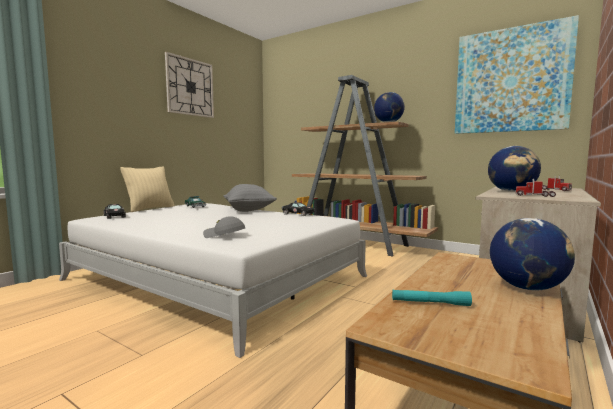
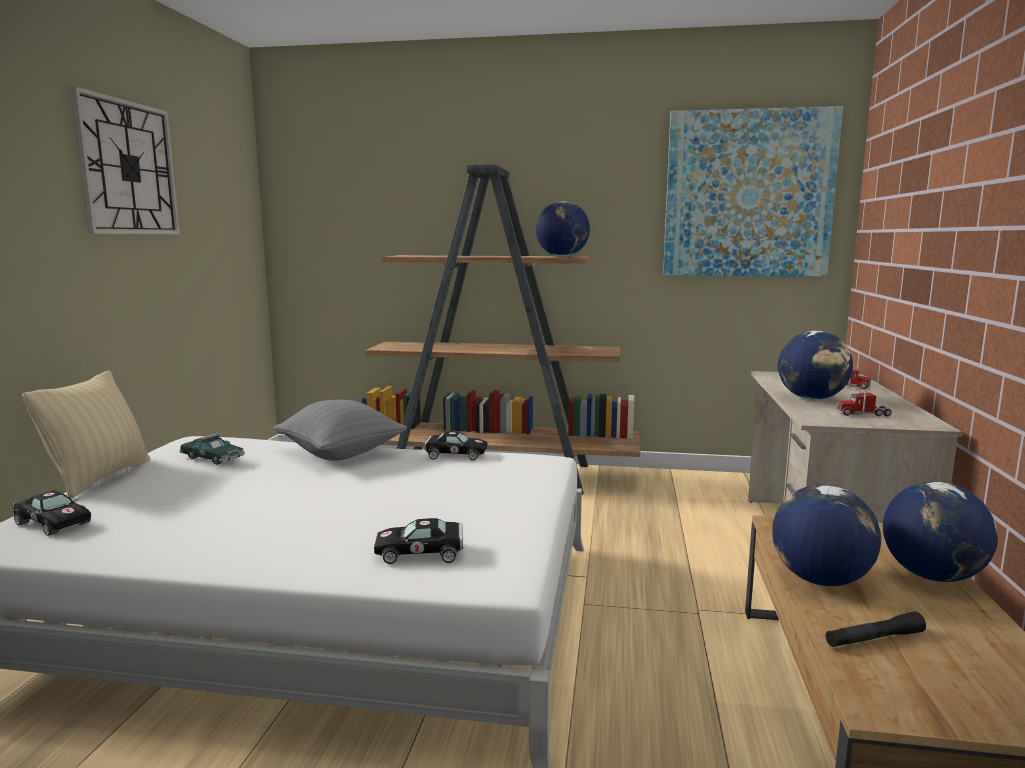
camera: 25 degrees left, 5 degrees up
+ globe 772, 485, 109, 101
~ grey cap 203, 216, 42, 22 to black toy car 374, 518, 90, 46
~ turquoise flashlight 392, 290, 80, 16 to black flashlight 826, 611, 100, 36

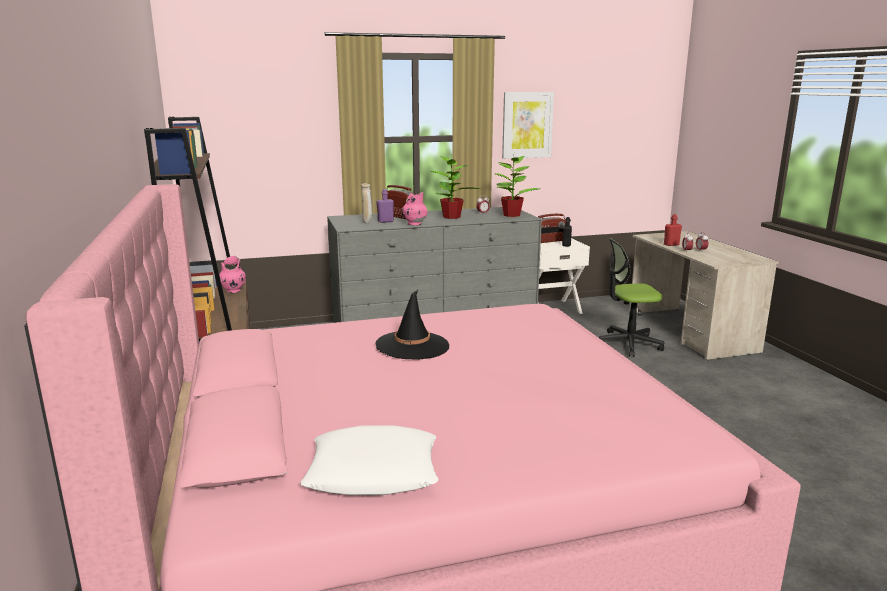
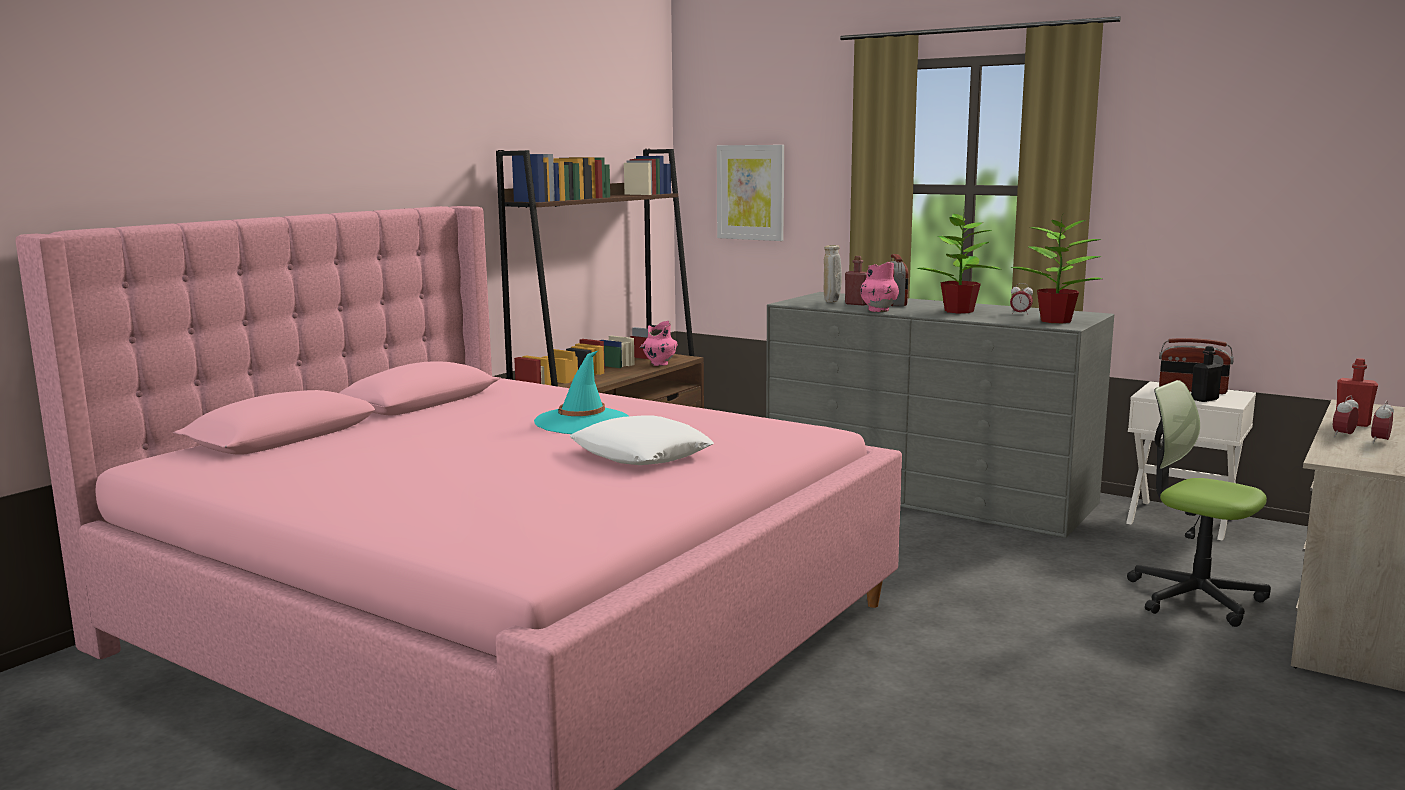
camera: 50 degrees right, 5 degrees down
~ white pillow 300, 425, 139, 70 to 569, 415, 145, 50
~ picture 502, 92, 52, 67 to 717, 145, 67, 96
~ black hat 375, 290, 74, 70 to turquoise hat 534, 351, 94, 83
~ purple bottle 376, 189, 18, 34 to red bottle 845, 256, 22, 49

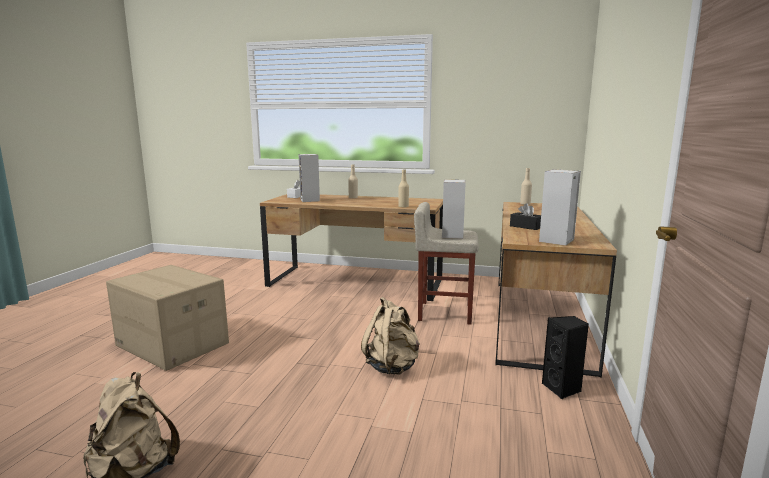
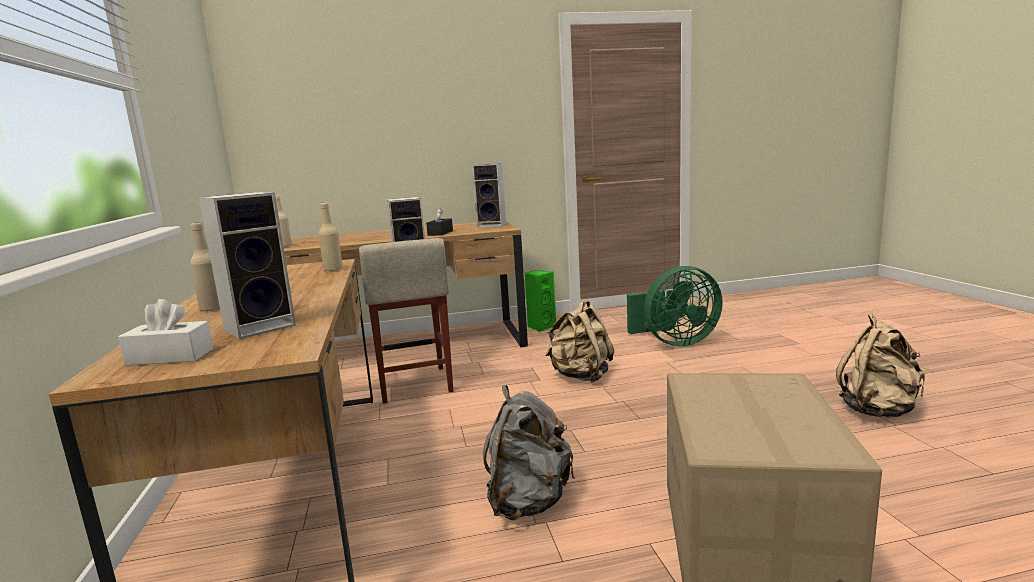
camera: 115 degrees left, 0 degrees up
+ grey backpack 483, 385, 92, 135
+ green fan 627, 266, 96, 80
~ black speaker 542, 316, 47, 83 to green speaker 525, 270, 31, 62

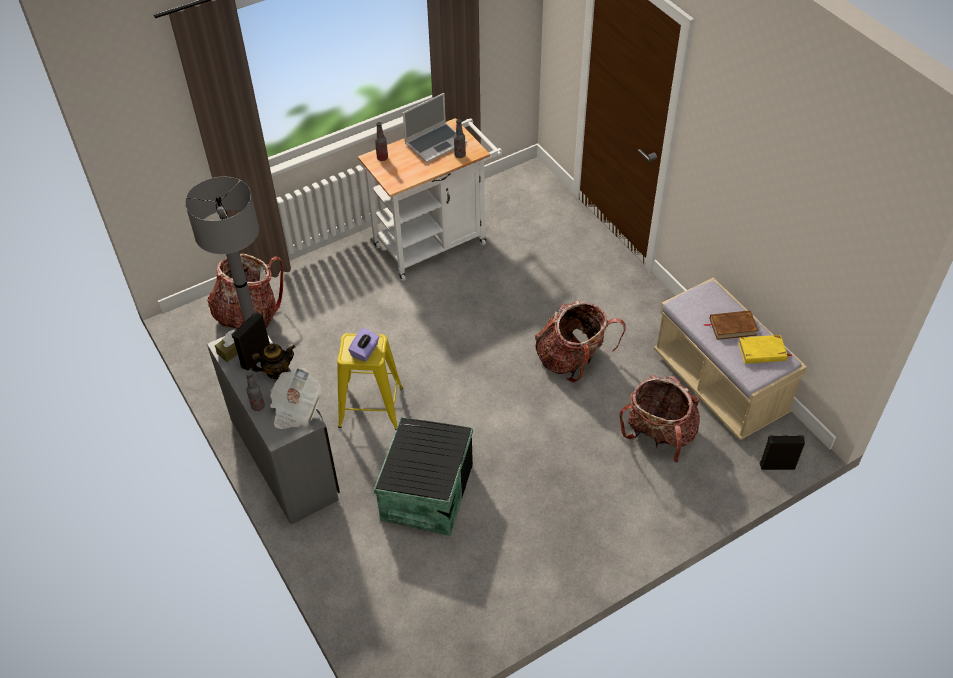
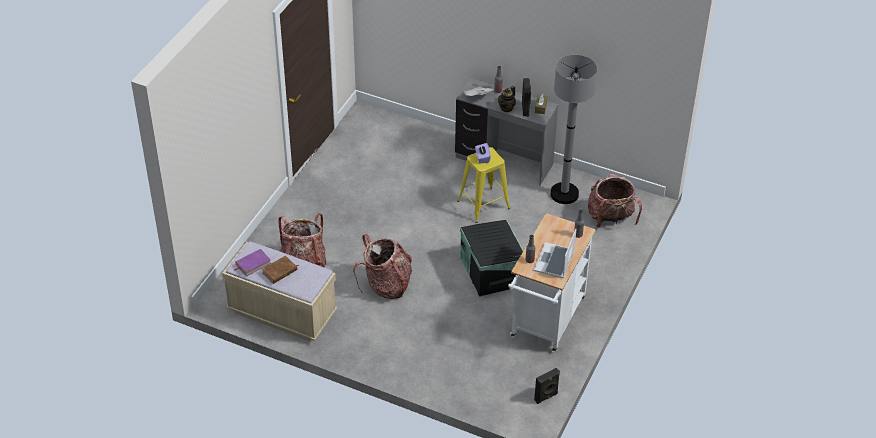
camera: 145 degrees right, 5 degrees down
~ black storage box 374, 417, 99, 119 to 460, 219, 63, 78
~ black speaker 760, 435, 45, 35 to 534, 368, 26, 36
~ yellow book 738, 335, 54, 29 to purple book 234, 249, 37, 28

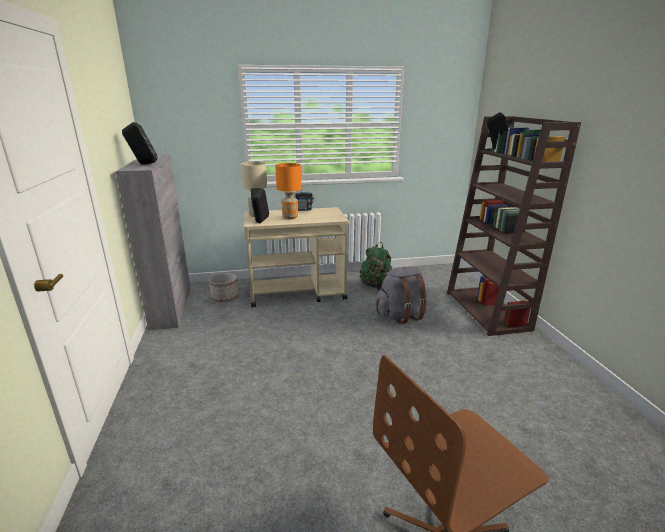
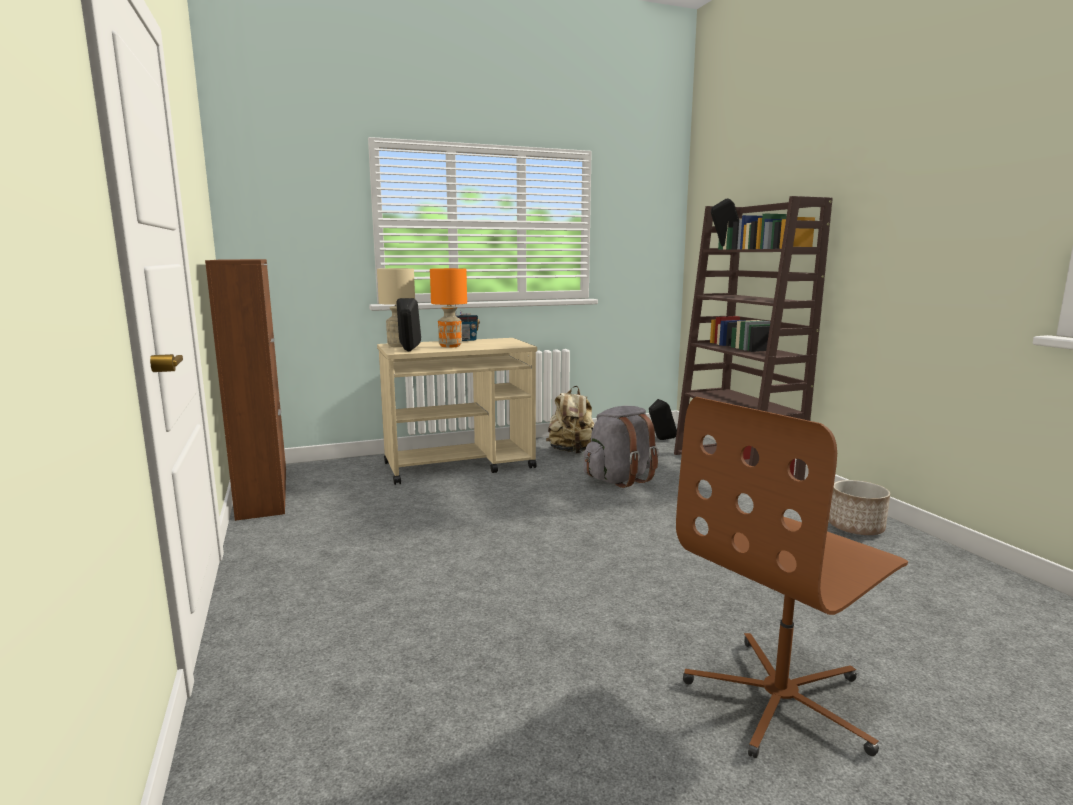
camera: 10 degrees left, 10 degrees down
~ black speaker 122, 122, 36, 42 to 649, 399, 28, 41
~ planter 209, 273, 30, 29 to 829, 480, 61, 55
~ grey cabinet 116, 155, 75, 176 to brown cabinet 205, 259, 81, 262
~ green backpack 360, 242, 32, 47 to beige backpack 546, 386, 49, 68

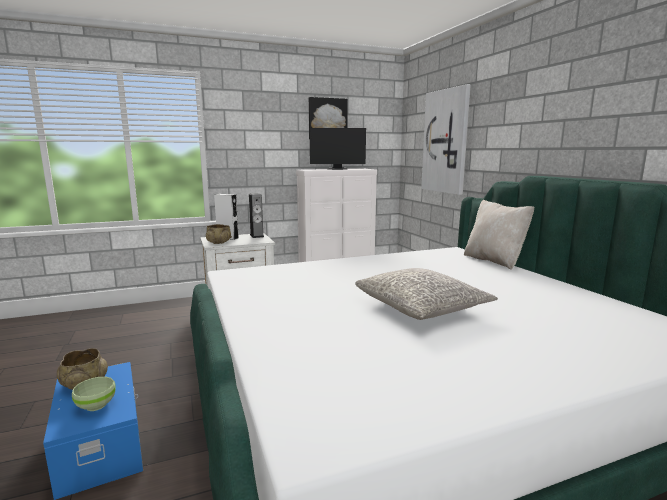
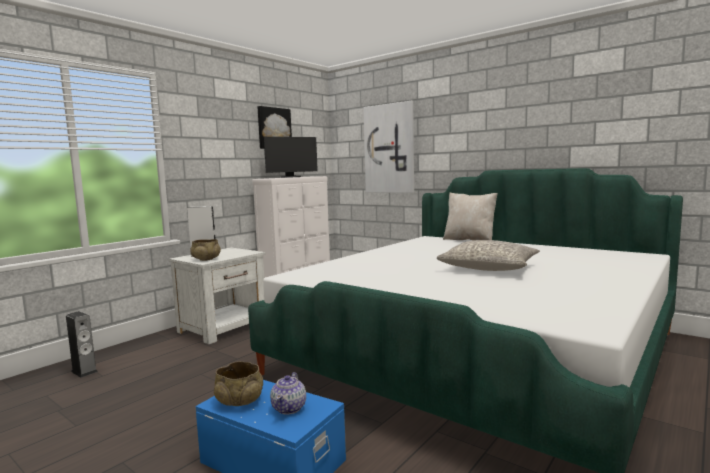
camera: 30 degrees left, 5 degrees down
~ speaker 249, 193, 15, 45 to 66, 311, 32, 67
~ green bowl 72, 377, 44, 34 to teapot 270, 372, 36, 42

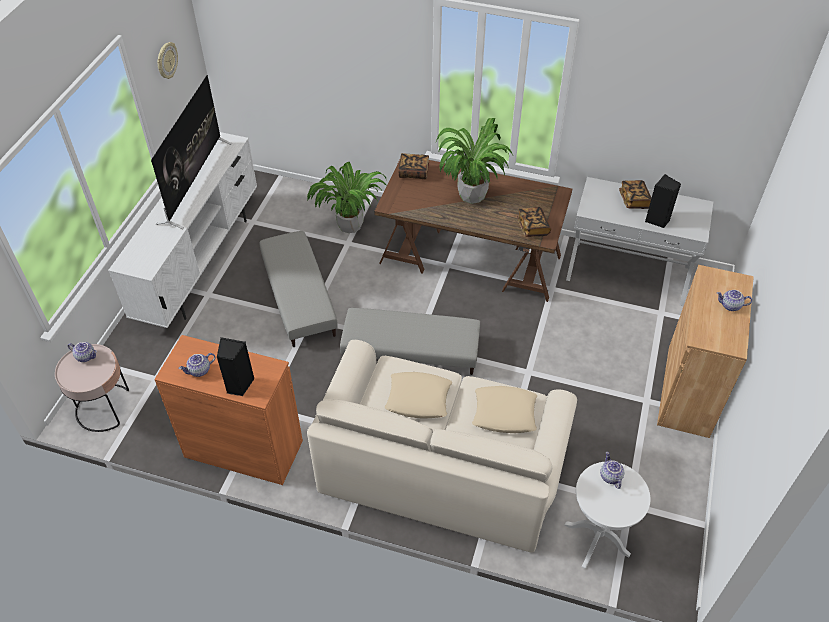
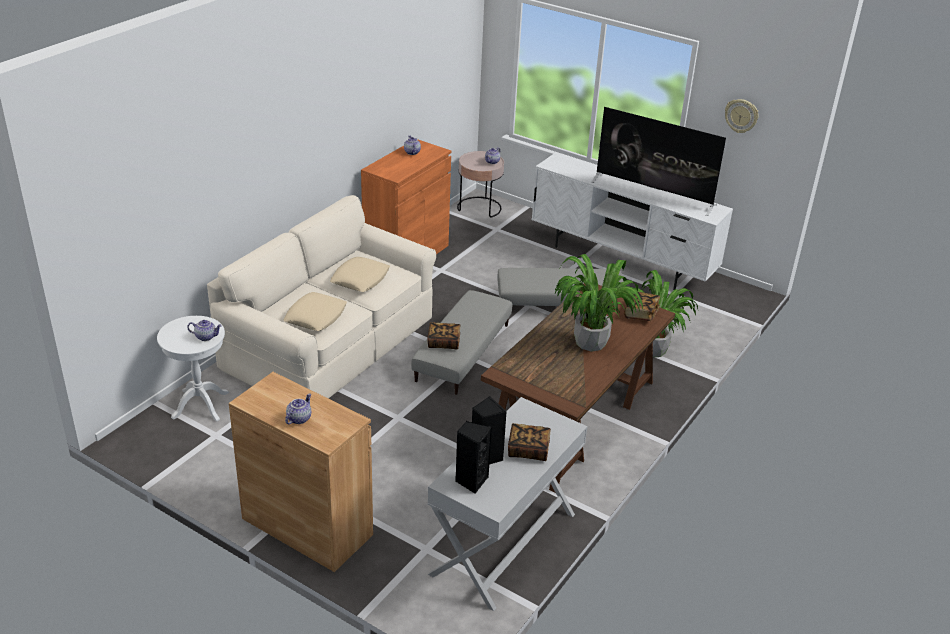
camera: 105 degrees right, 15 degrees down
~ black speaker 217, 337, 38, 59 to 455, 421, 37, 73
~ book 517, 207, 34, 30 to 427, 322, 33, 27

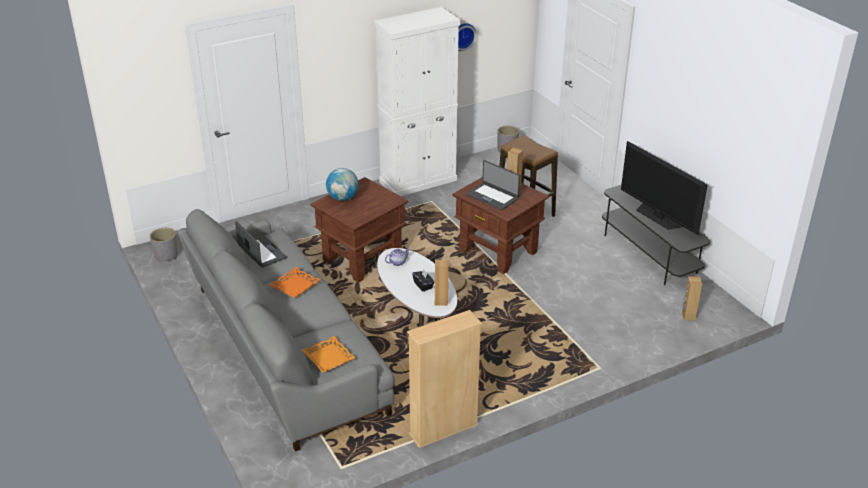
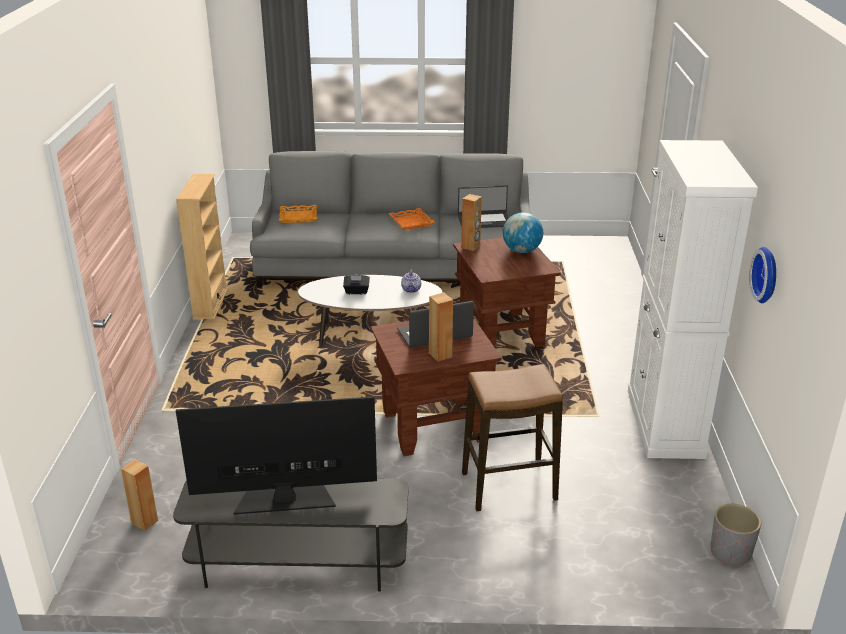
camera: 120 degrees right, 5 degrees down
- grey planter 150, 228, 28, 34
~ brown speaker 435, 260, 14, 46 to 461, 194, 21, 57

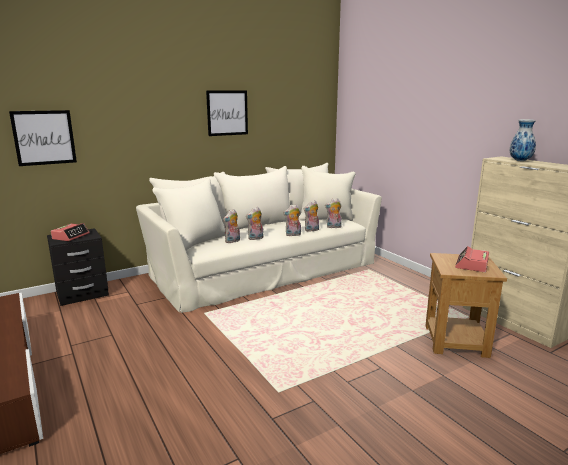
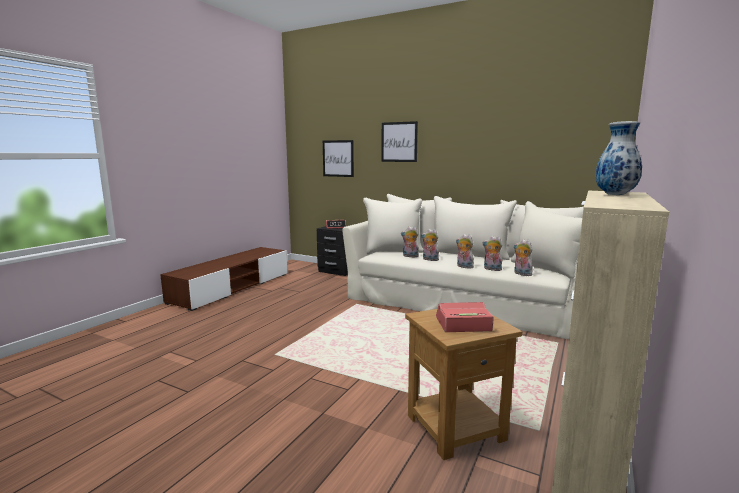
camera: 60 degrees right, 5 degrees down
~ picture 206, 90, 42, 46 to 381, 121, 37, 41

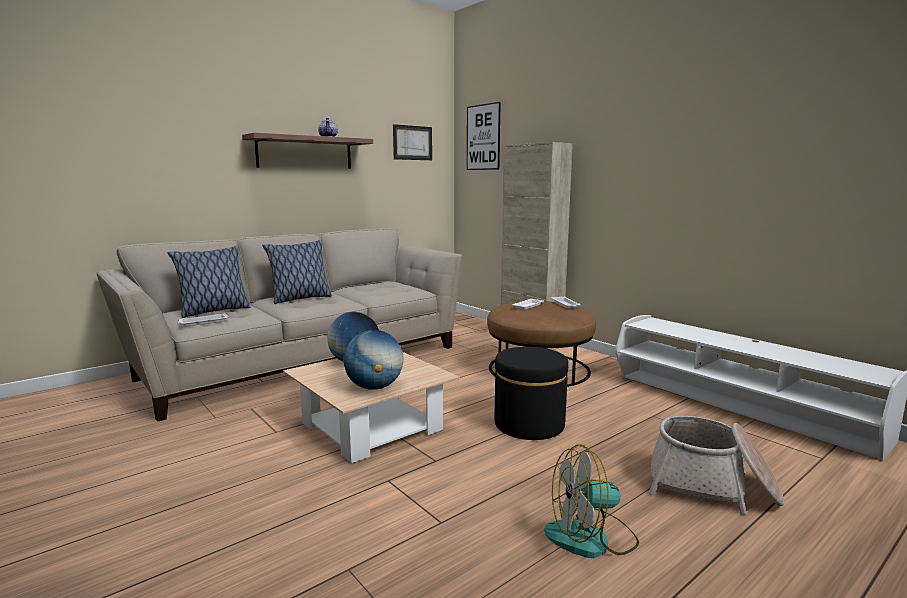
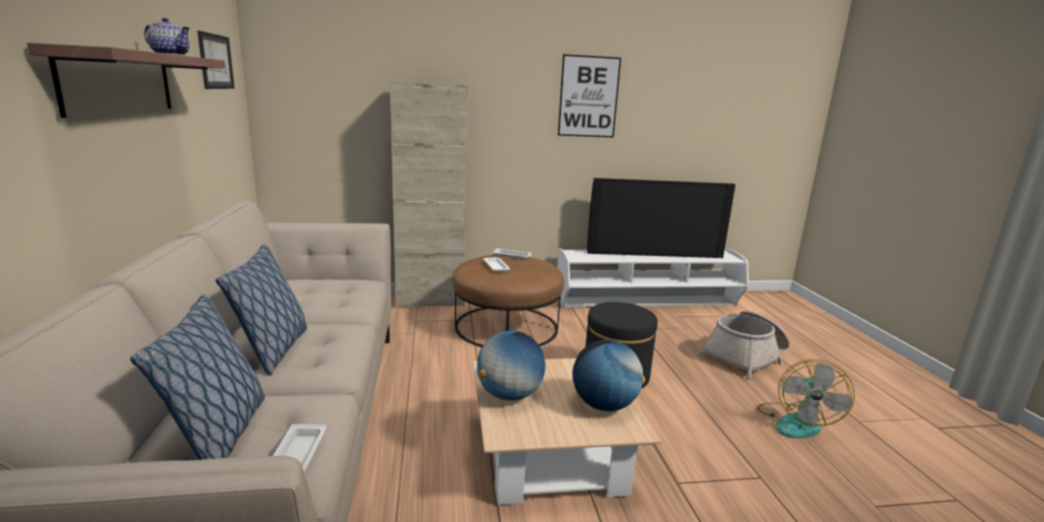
camera: 60 degrees left, 5 degrees up
+ television 587, 178, 149, 80
~ picture 467, 102, 34, 68 to 558, 54, 63, 83

